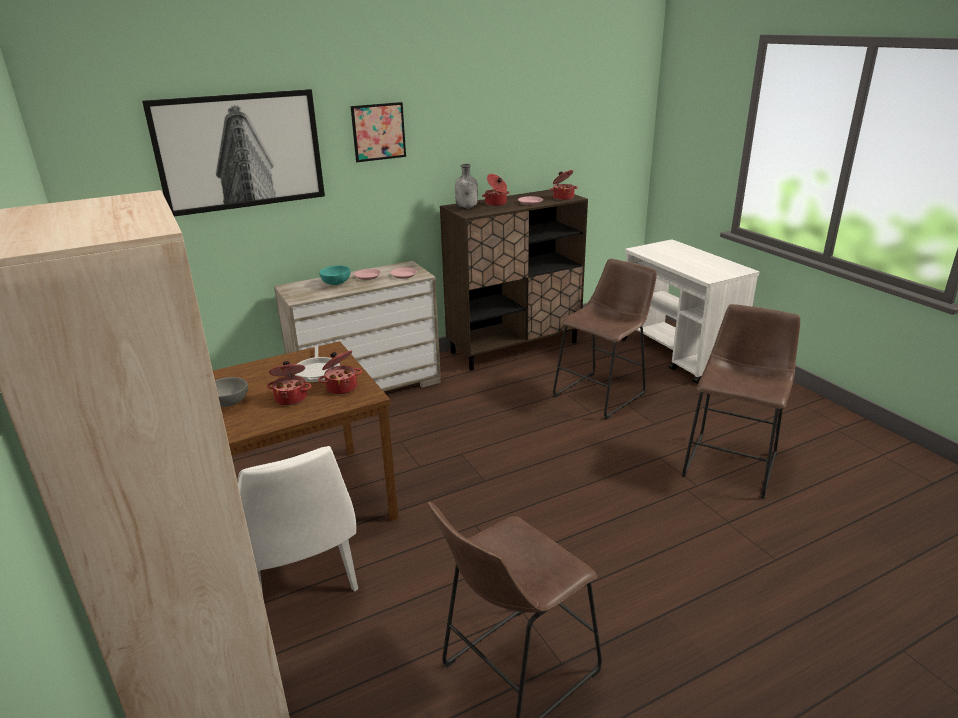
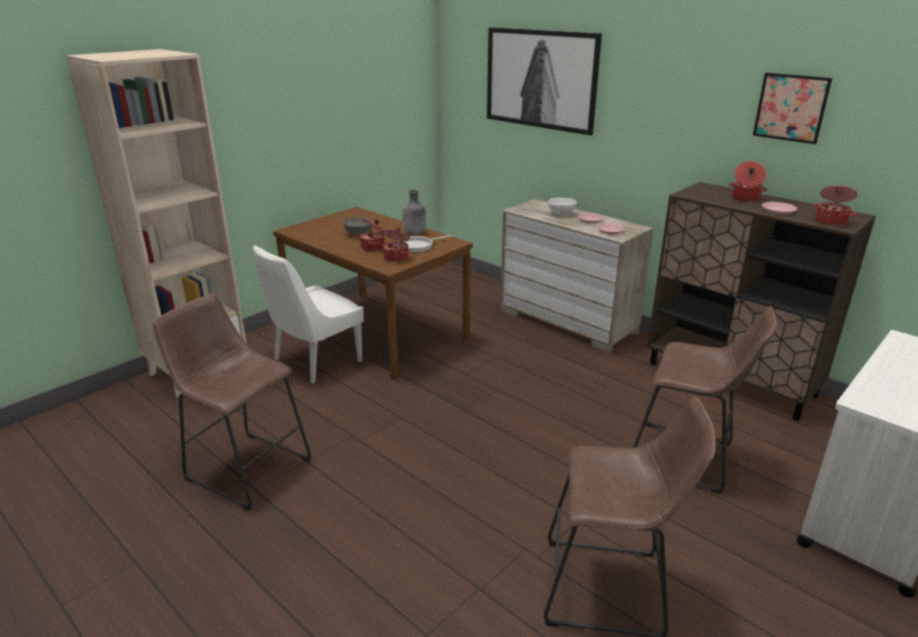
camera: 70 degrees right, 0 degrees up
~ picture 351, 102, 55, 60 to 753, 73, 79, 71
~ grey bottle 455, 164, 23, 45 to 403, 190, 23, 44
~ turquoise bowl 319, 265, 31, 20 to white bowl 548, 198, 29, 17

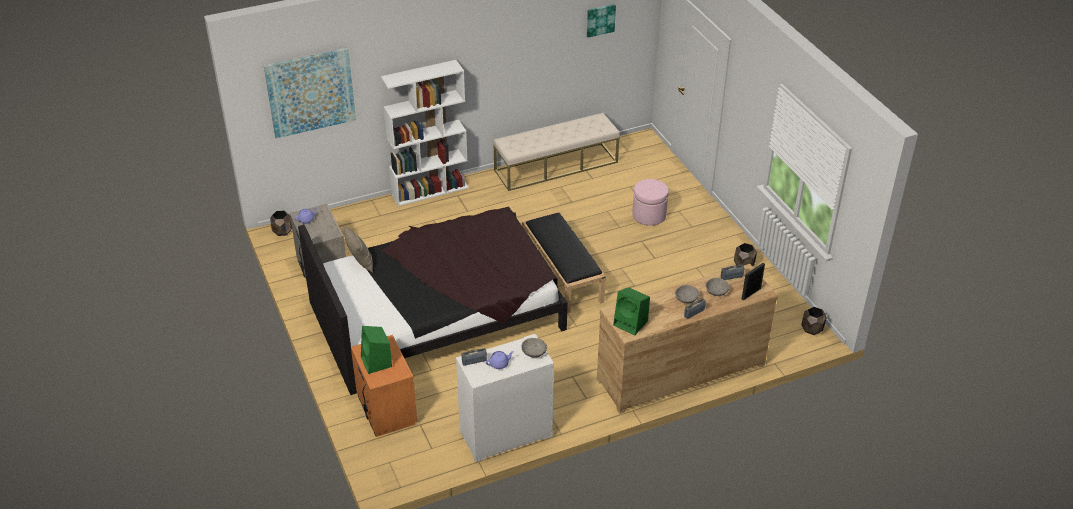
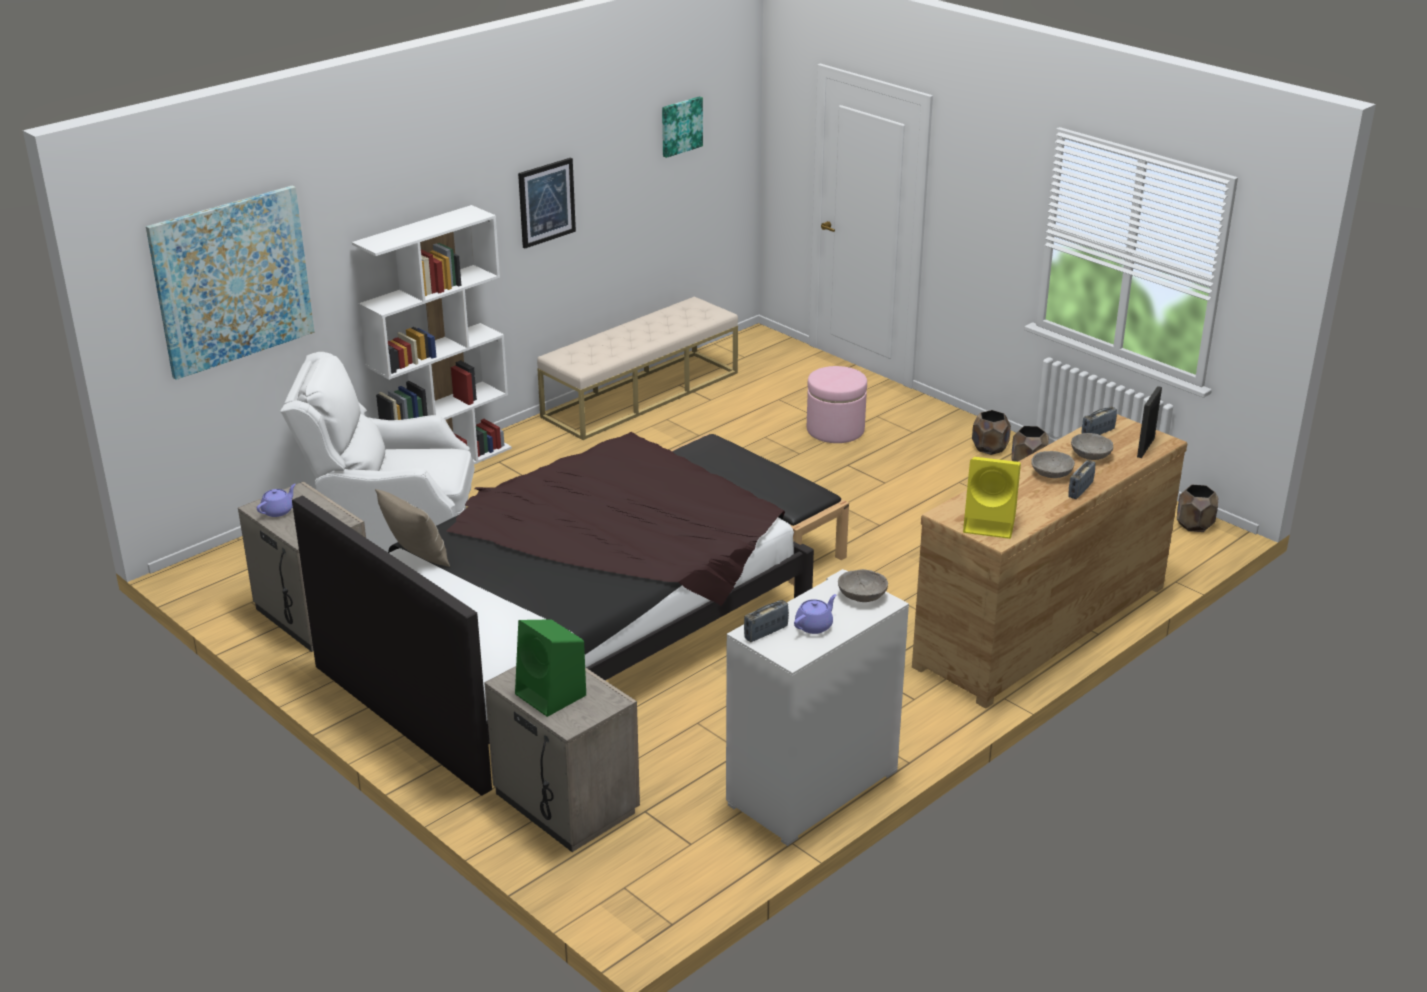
camera: 20 degrees left, 10 degrees down
+ white armchair 280, 352, 195, 200
+ picture 518, 158, 58, 90
~ brown planter 270, 211, 22, 25 to 972, 410, 39, 45
~ orange nightstand 351, 335, 66, 102 to beige nightstand 484, 666, 156, 186
~ green speaker 613, 287, 37, 48 to yellow speaker 963, 457, 58, 82

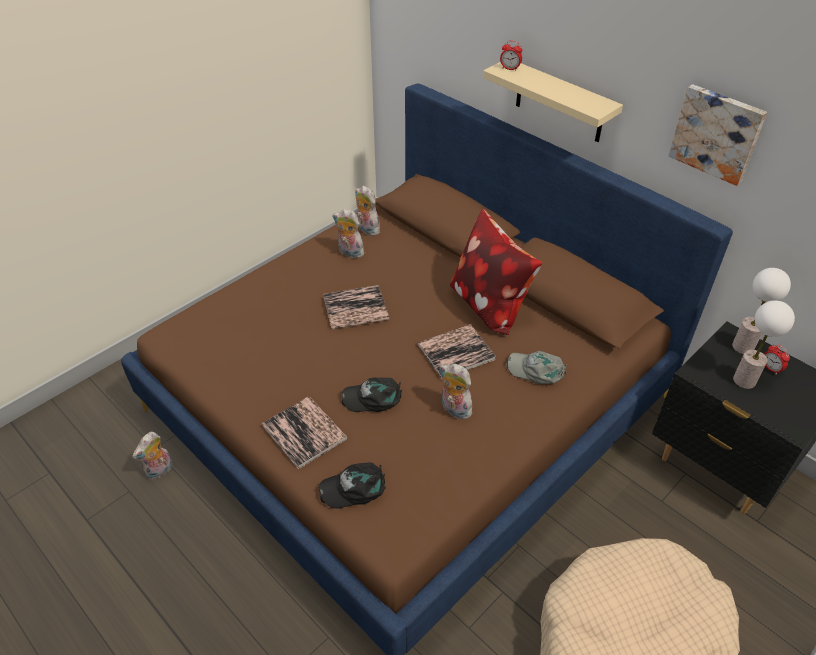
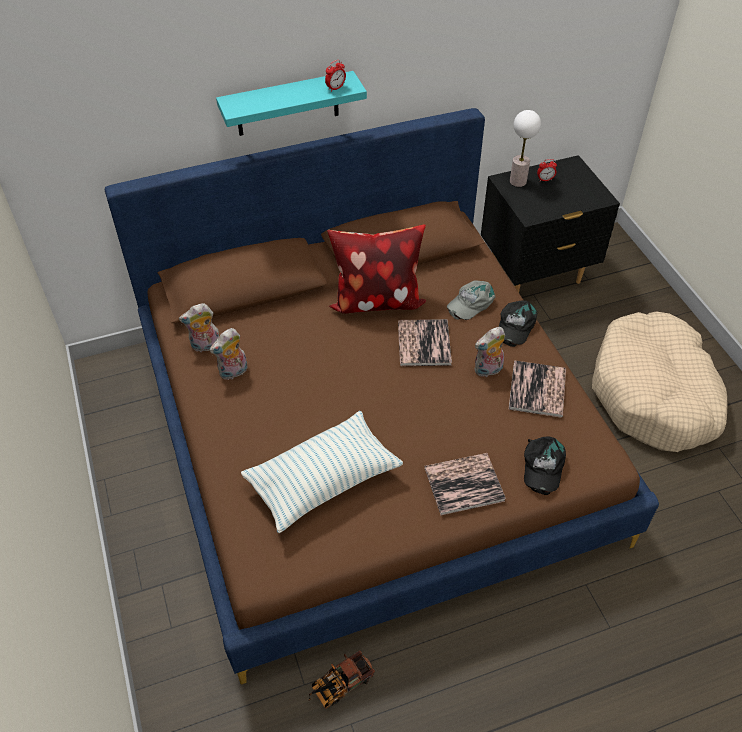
camera: 65 degrees left, 5 degrees up
- picture 669, 84, 98, 102
- table lamp 733, 300, 62, 89
+ pillow 241, 411, 162, 122
~ book 324, 285, 65, 44 to 508, 360, 58, 57
~ black cap 342, 378, 60, 34 to 499, 301, 38, 46
~ alarm clock 500, 40, 22, 31 to 325, 60, 21, 32
~ plush toy 132, 432, 40, 48 to toy truck 308, 650, 67, 58
~ beige shelf 483, 62, 140, 80 to turquoise shelf 216, 71, 151, 65

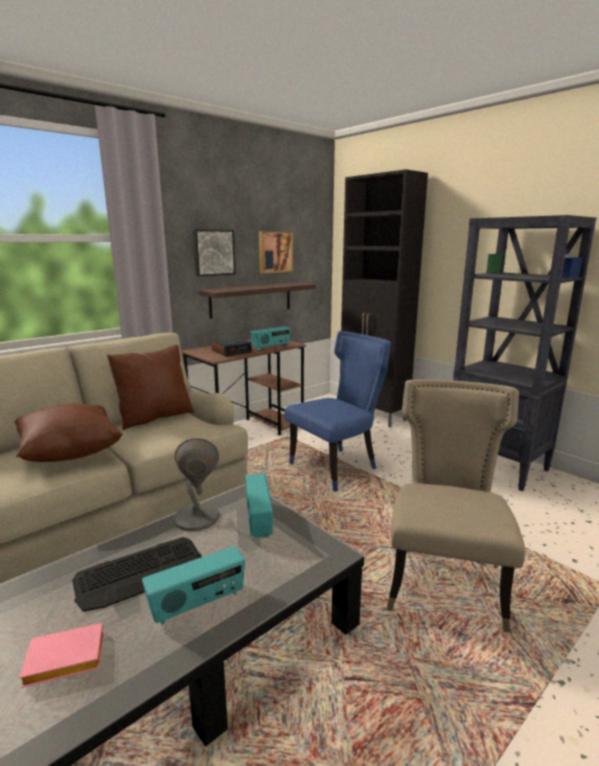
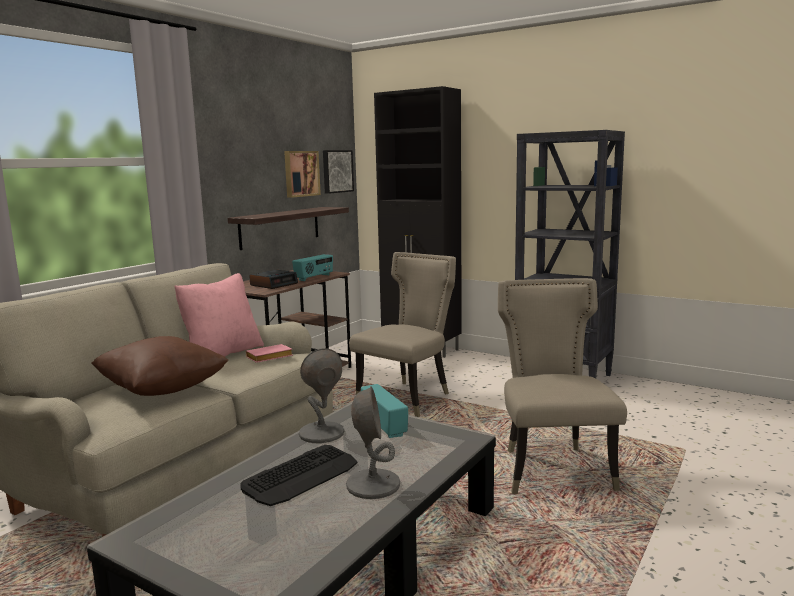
camera: 15 degrees left, 5 degrees down
~ pink book 19, 623, 85, 65 to 246, 344, 47, 19
~ picture 193, 229, 43, 47 to 323, 150, 31, 44
~ radio 142, 546, 103, 79 to grey table lamp 346, 386, 54, 113
~ brown pillow 107, 345, 87, 85 to pink pillow 174, 273, 90, 84
~ blue chair 284, 331, 107, 161 to beige chair 349, 252, 107, 165

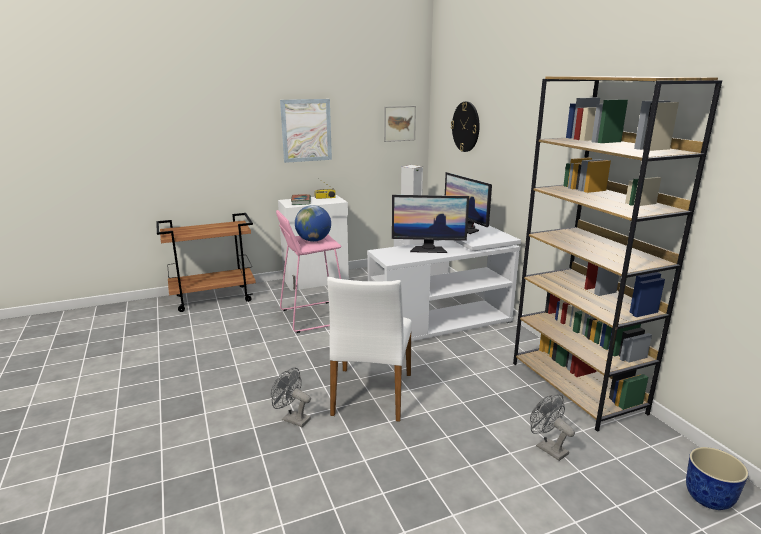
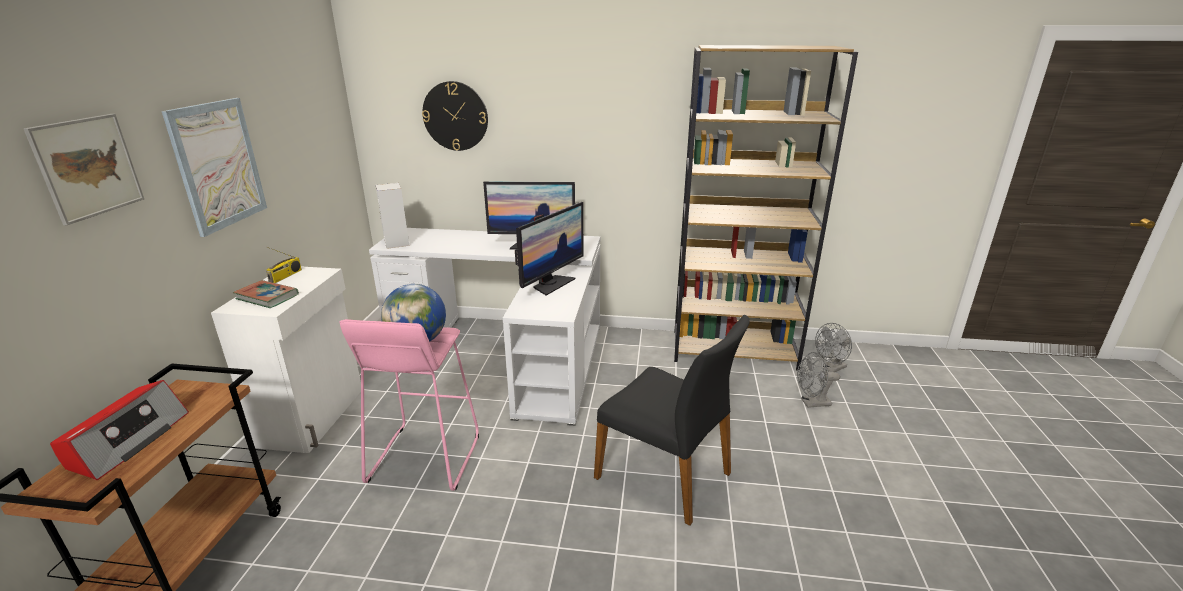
camera: 60 degrees left, 5 degrees up
- planter 686, 447, 63, 63
+ radio 50, 380, 139, 100
~ grey fan 271, 368, 40, 59 to 815, 323, 37, 49
~ picture 384, 106, 32, 36 to 24, 114, 120, 111
~ white chair 327, 277, 85, 145 to black chair 594, 315, 156, 211

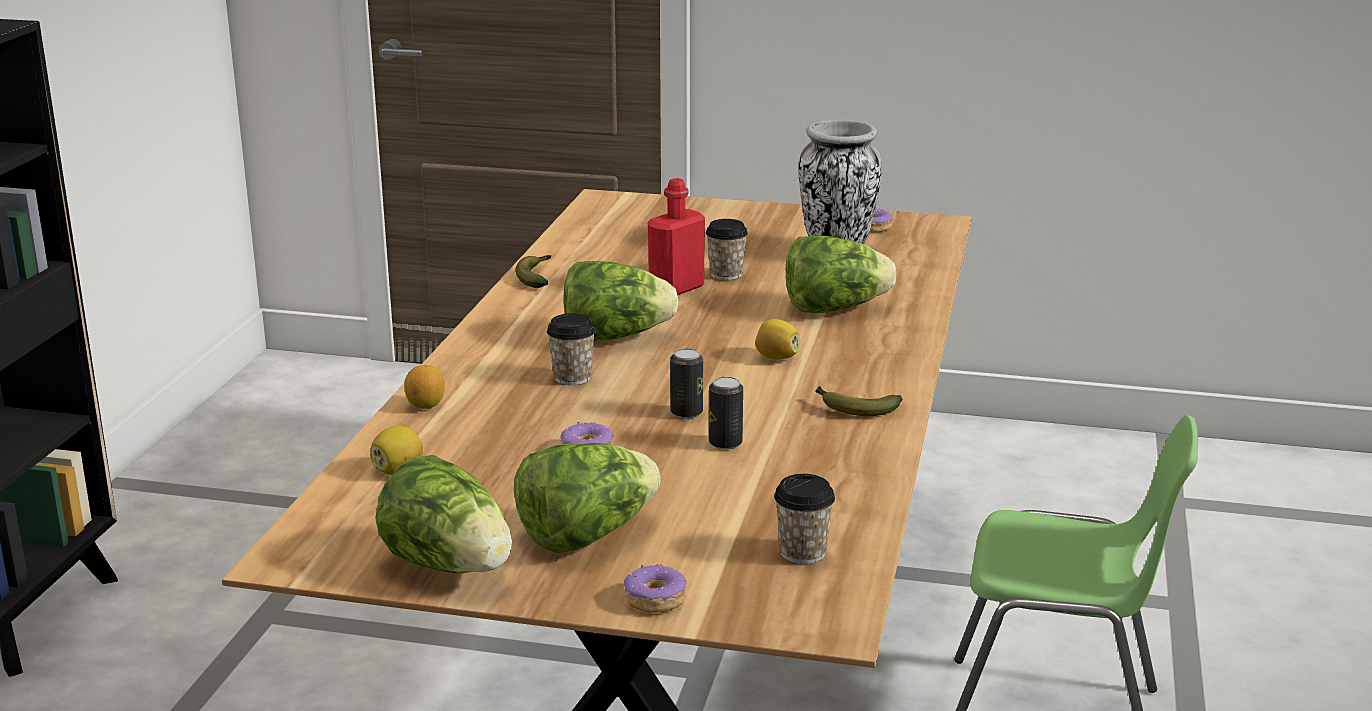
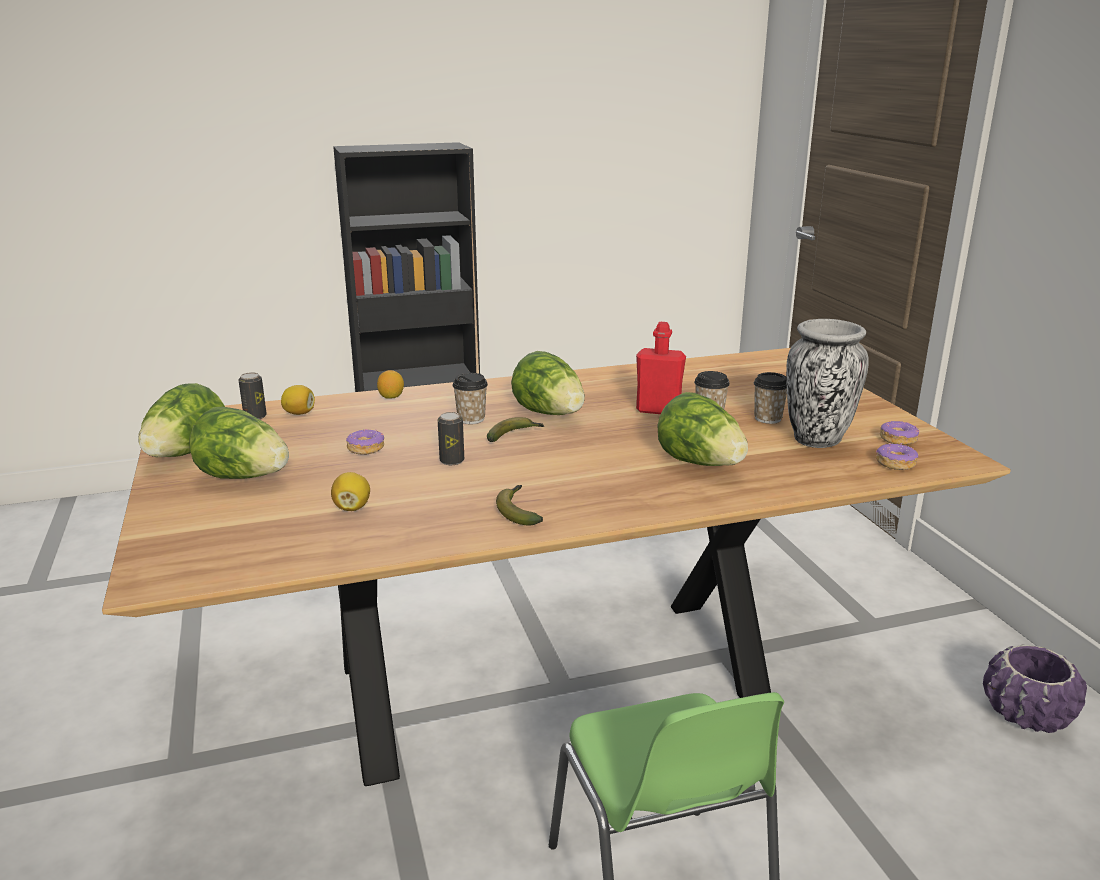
camera: 60 degrees right, 0 degrees up
+ purple planter 983, 645, 104, 88
~ banana 515, 255, 36, 33 to 487, 417, 58, 25
~ donut 624, 564, 63, 49 to 876, 443, 42, 27
~ can 709, 377, 34, 73 to 238, 372, 29, 47
~ lemon 755, 319, 45, 40 to 331, 472, 39, 39
~ cup 774, 474, 61, 90 to 754, 372, 33, 52

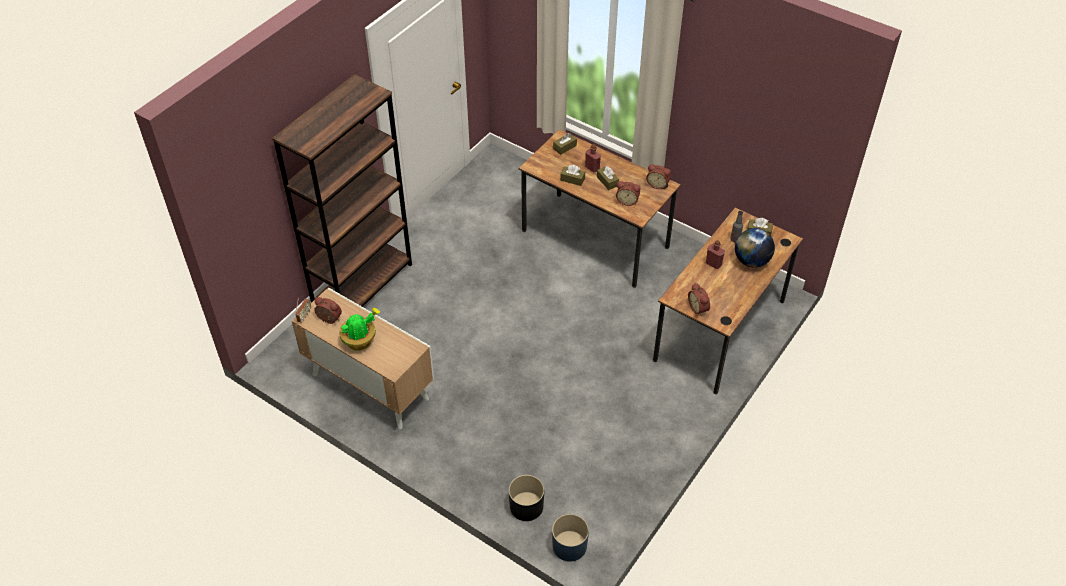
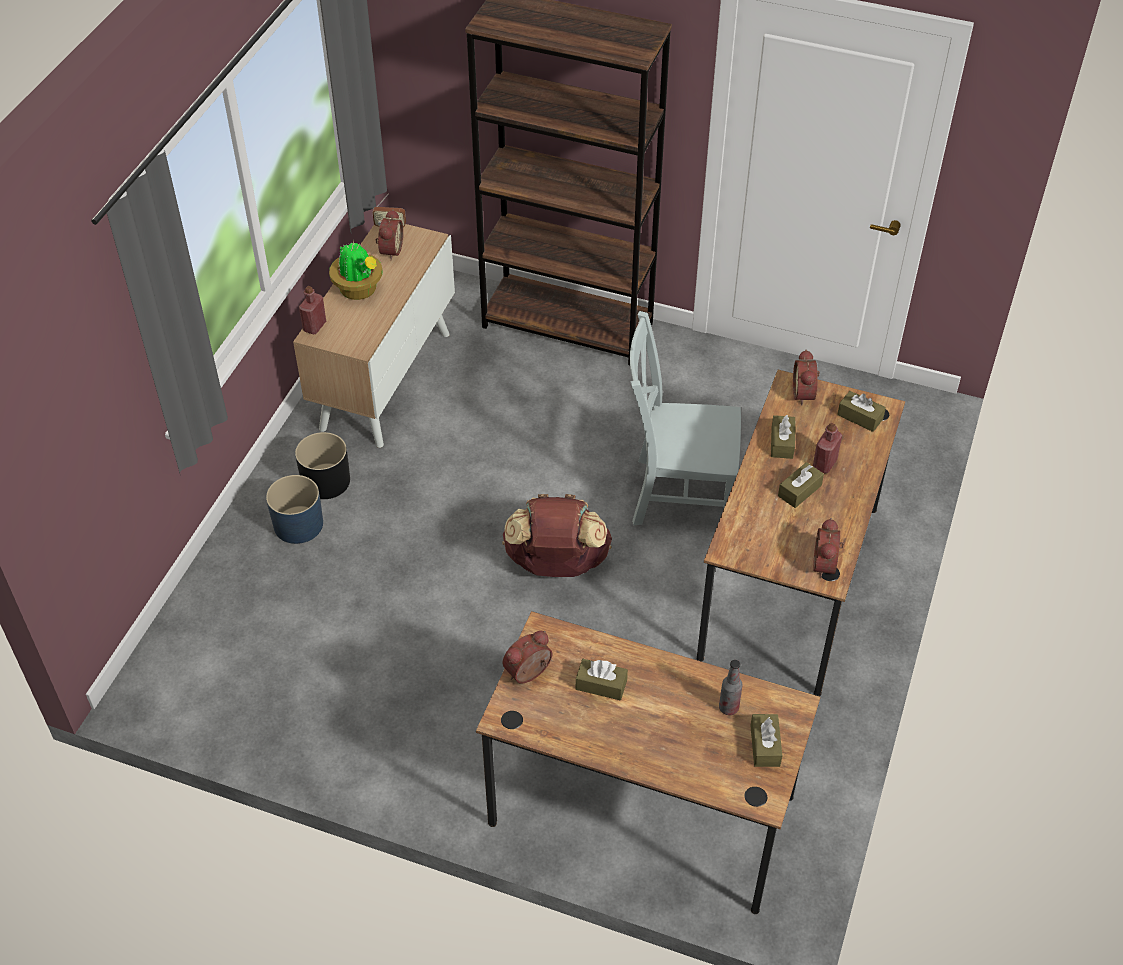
camera: 75 degrees right, 0 degrees up
- globe 735, 228, 40, 40
+ brown backpack 502, 494, 110, 83
+ brown tissue box 576, 659, 52, 41
+ grey chair 630, 311, 111, 214
~ black planter 509, 475, 35, 46 to 295, 432, 55, 67
~ blue planter 552, 514, 37, 48 to 266, 475, 57, 69
~ alarm clock 616, 181, 24, 25 to 793, 349, 27, 57
~ red bottle 706, 240, 19, 29 to 299, 286, 27, 48

